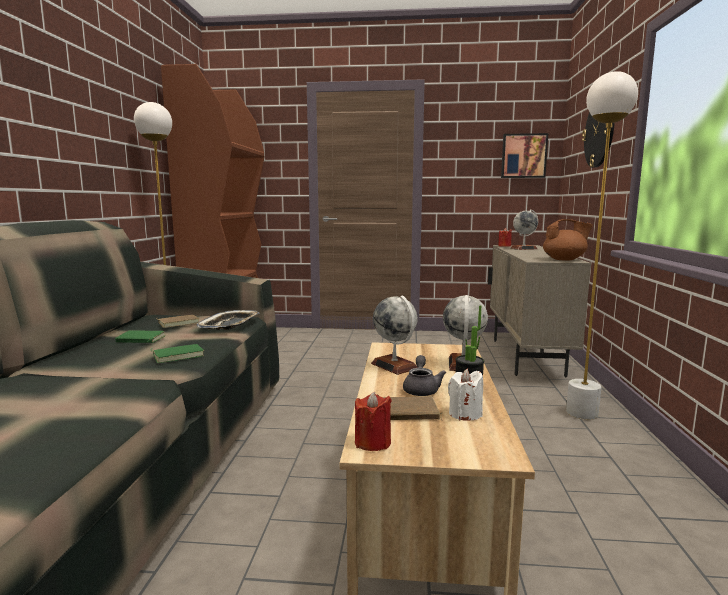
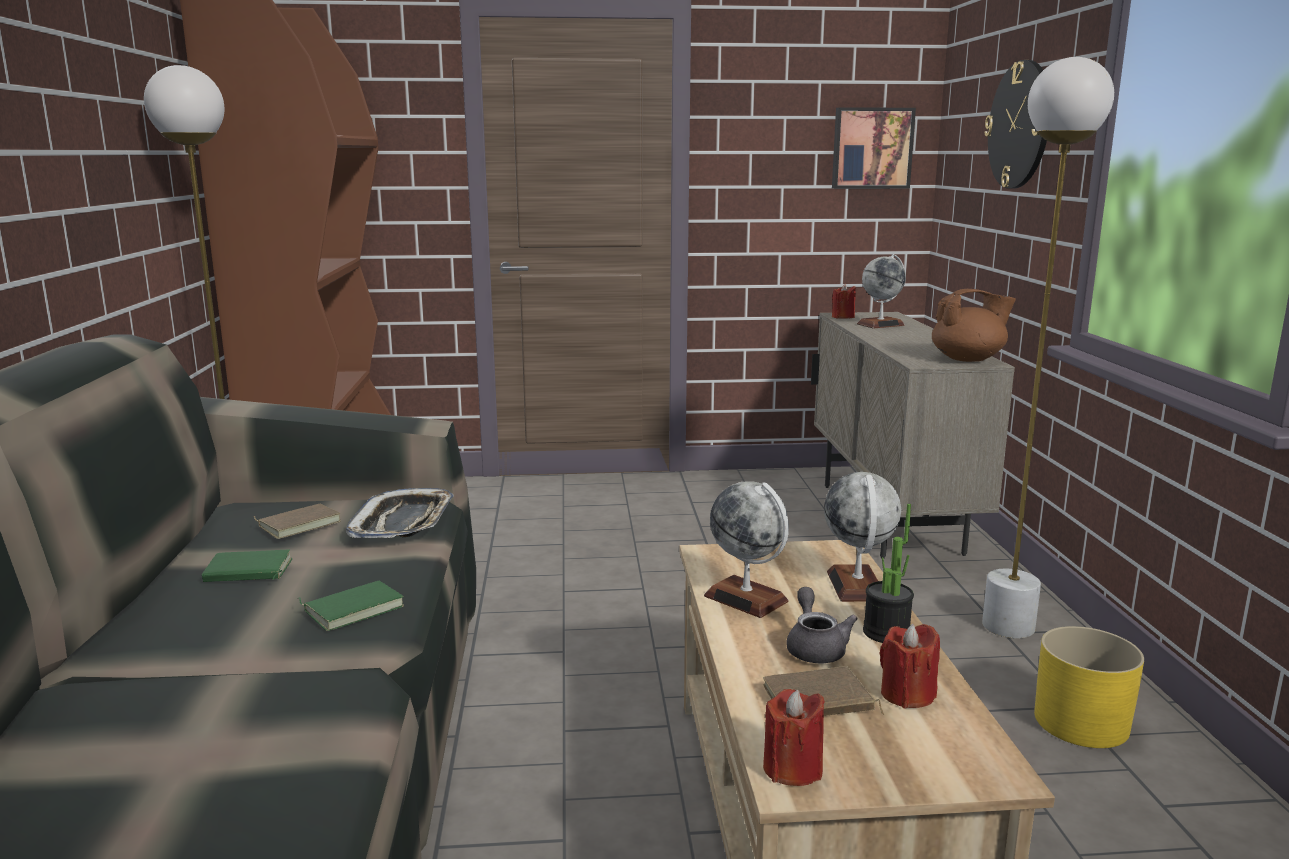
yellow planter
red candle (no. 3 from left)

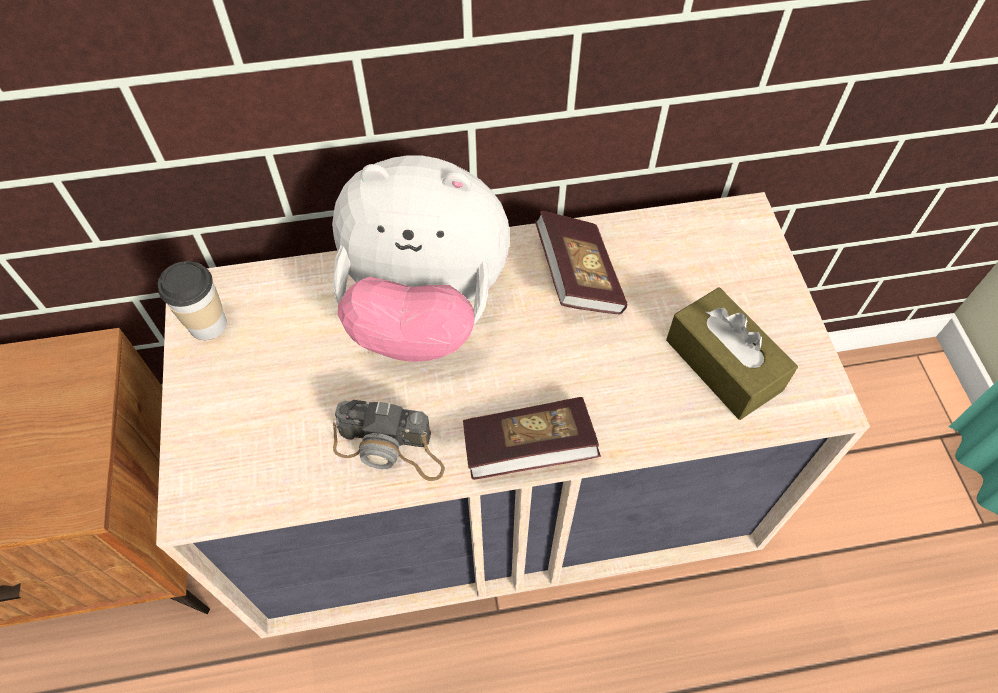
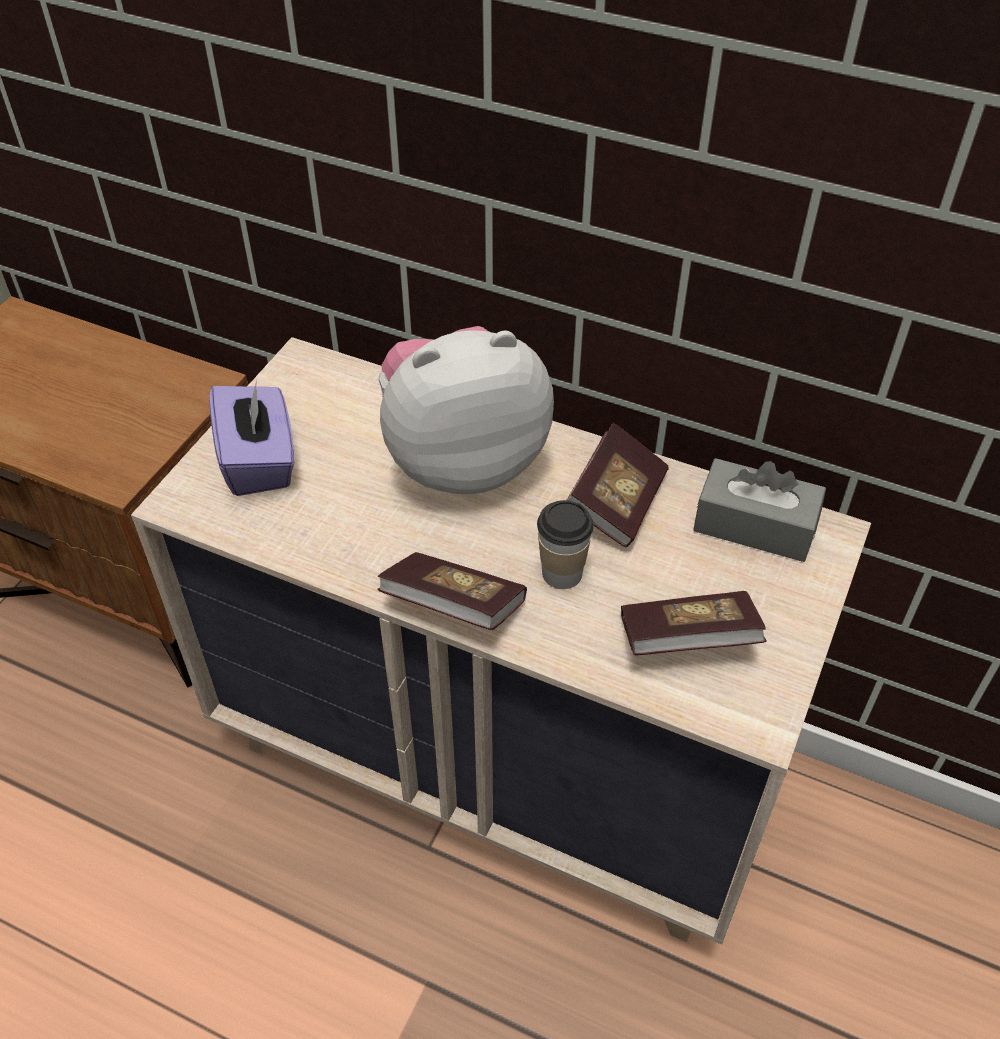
photo camera
purple tissue box
grey tissue box
cup
book (no. 3 from left)
plush toy

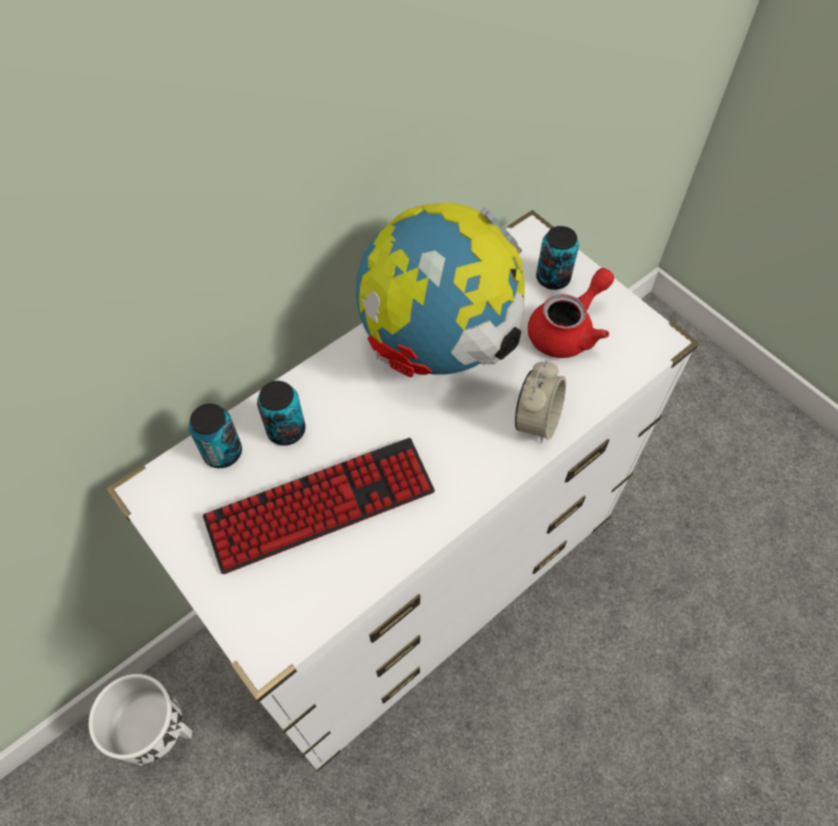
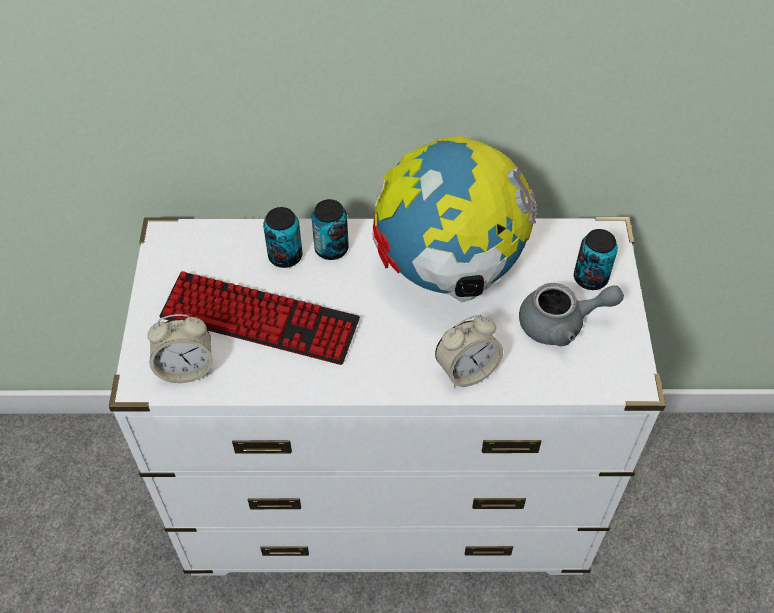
white planter
alarm clock (no. 1 from left)
can (no. 2 from left)
grey teapot

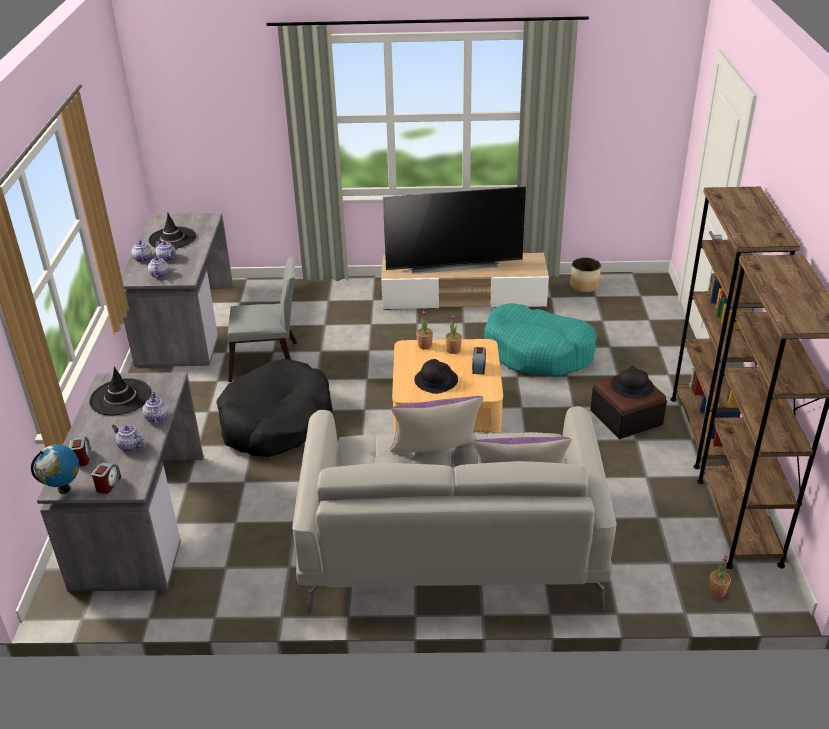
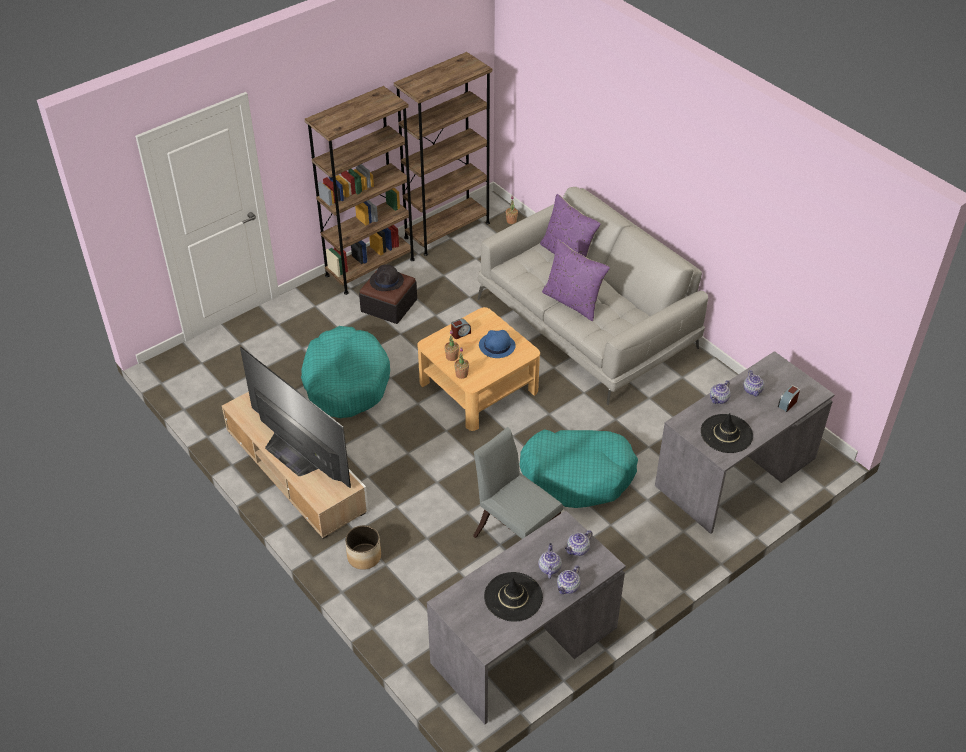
globe
alarm clock (no. 2 from left in the first image)
planter
turquoise dog bed (no. 2 from left)
blue hat

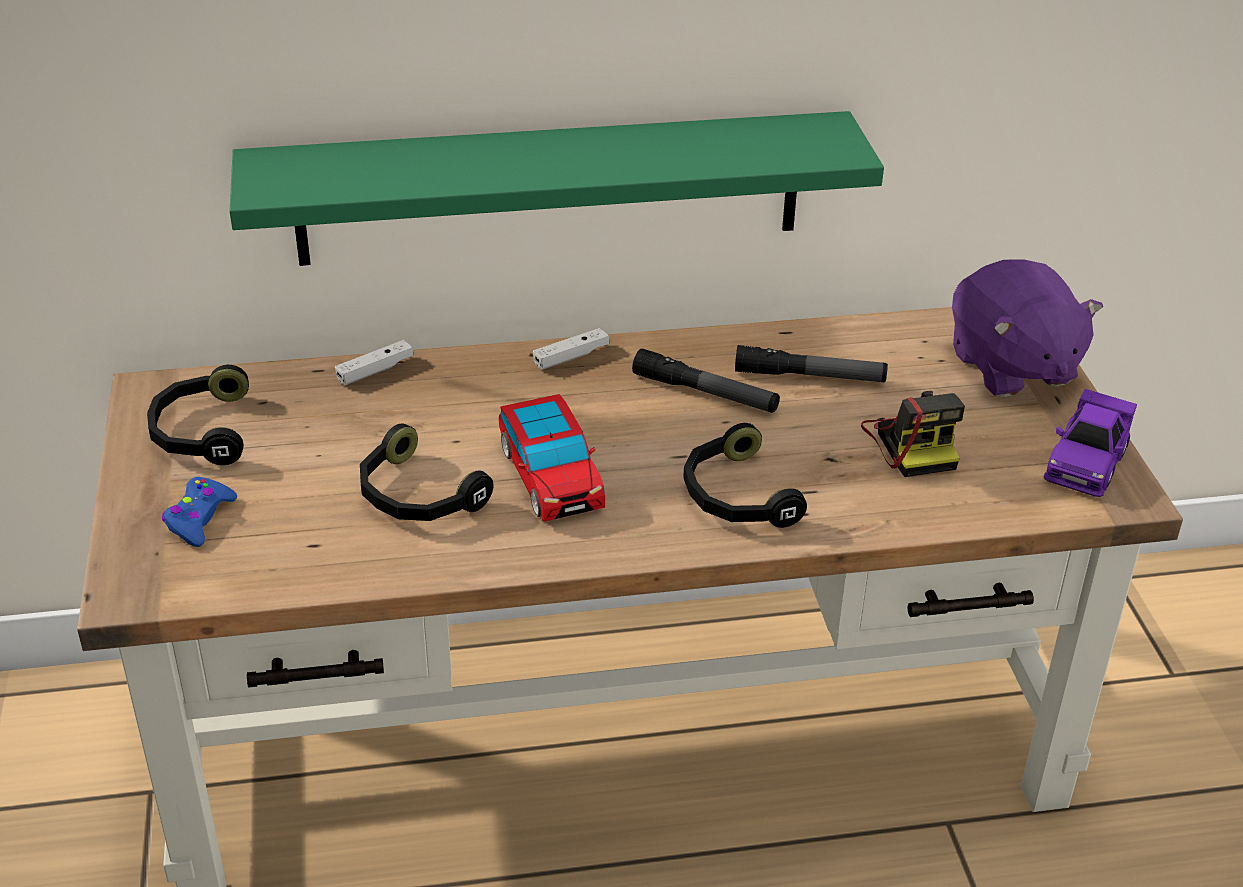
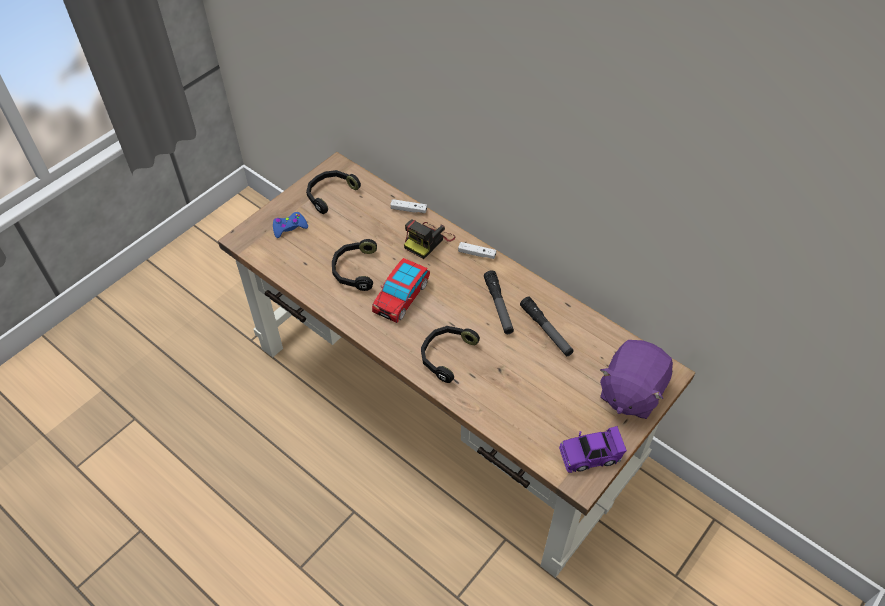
green shelf
photo camera

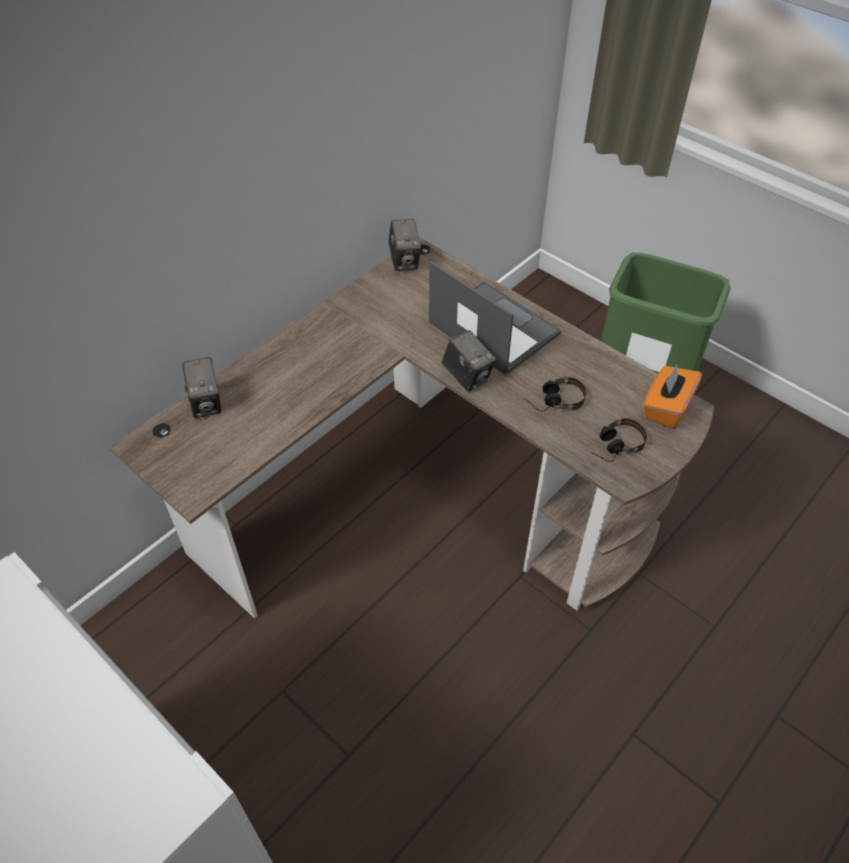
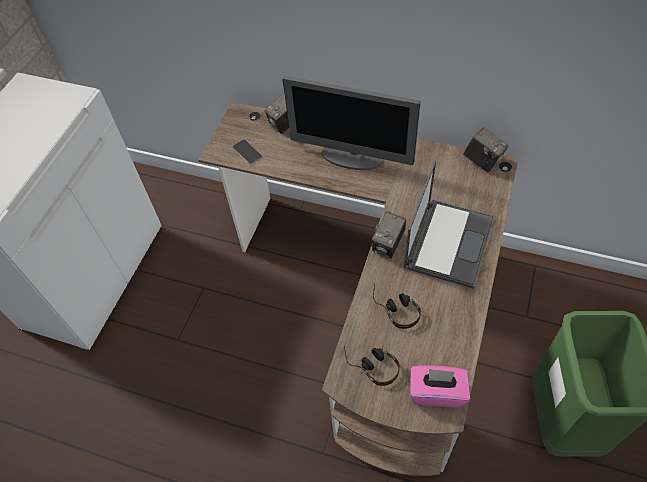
phone
monitor
pink tissue box
photo camera (no. 3 from left)

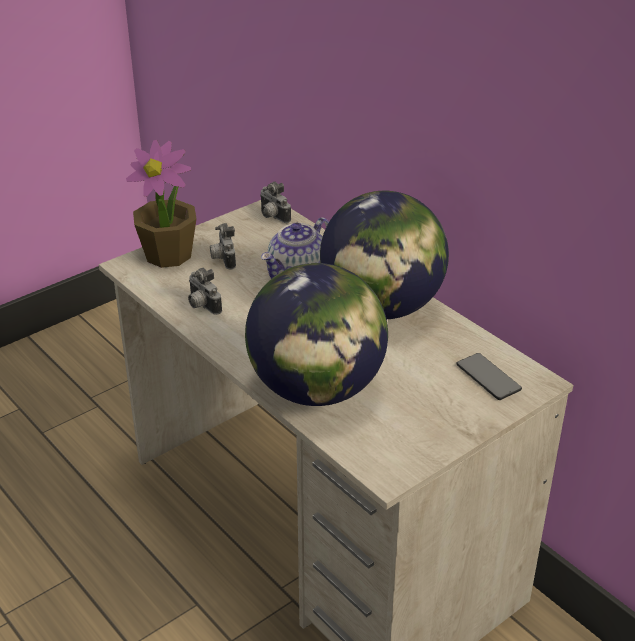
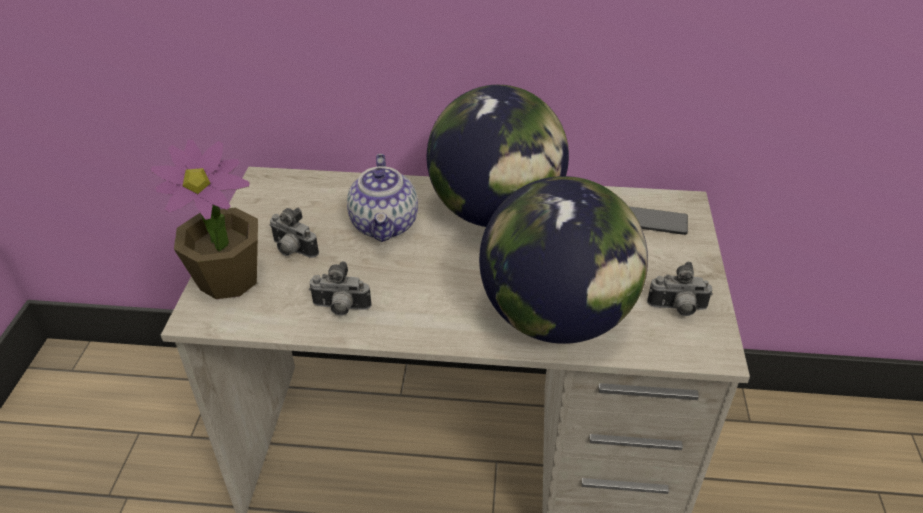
photo camera (no. 3 from left)

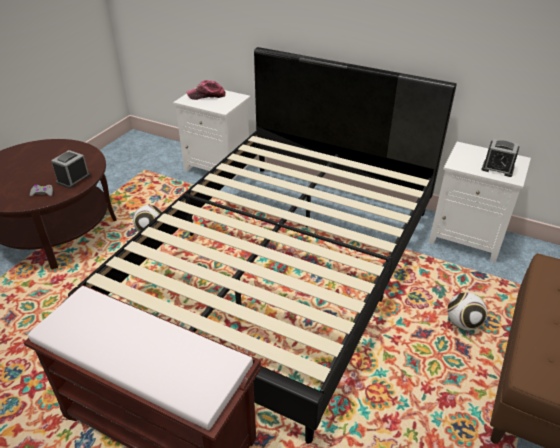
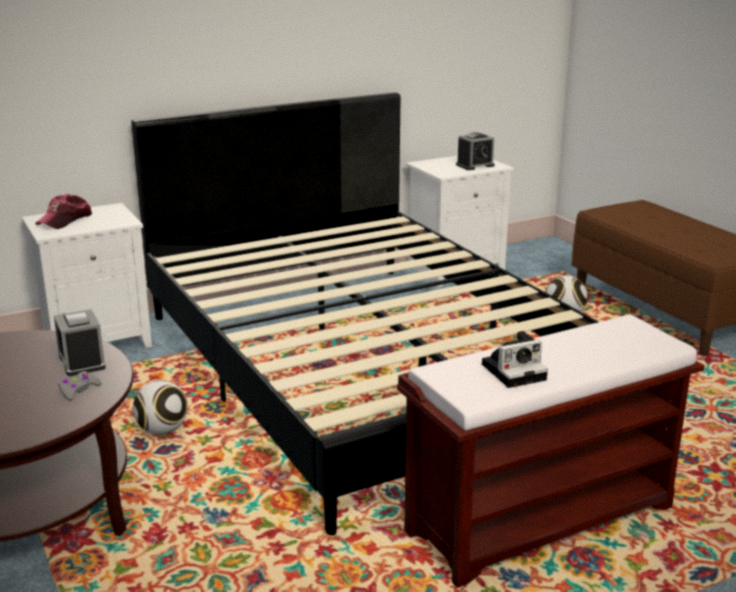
photo camera

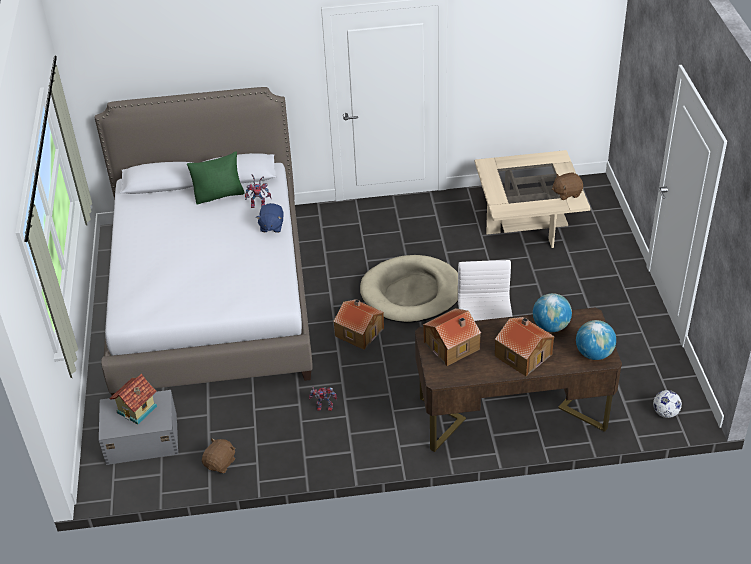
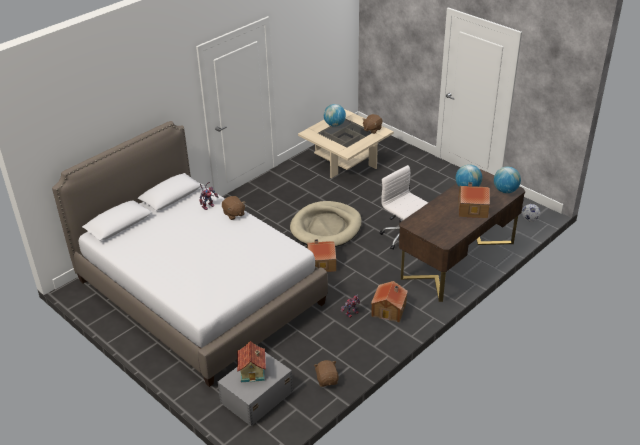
green pillow
globe (no. 1 from left)
toy house (no. 3 from left)
brown plush toy (no. 1 from left)

